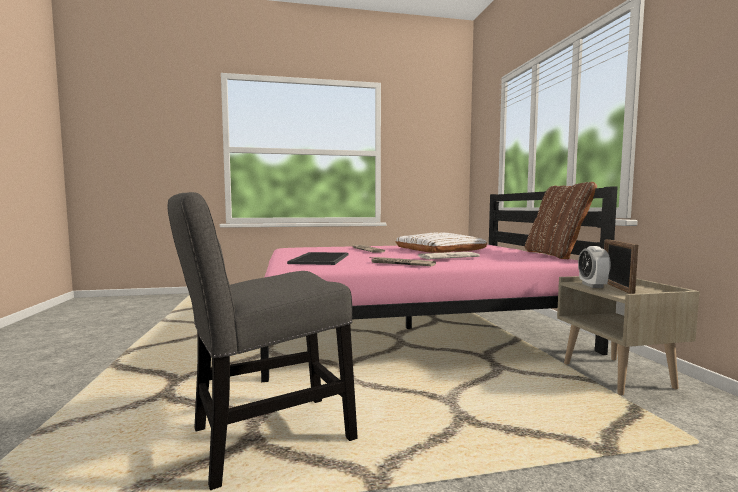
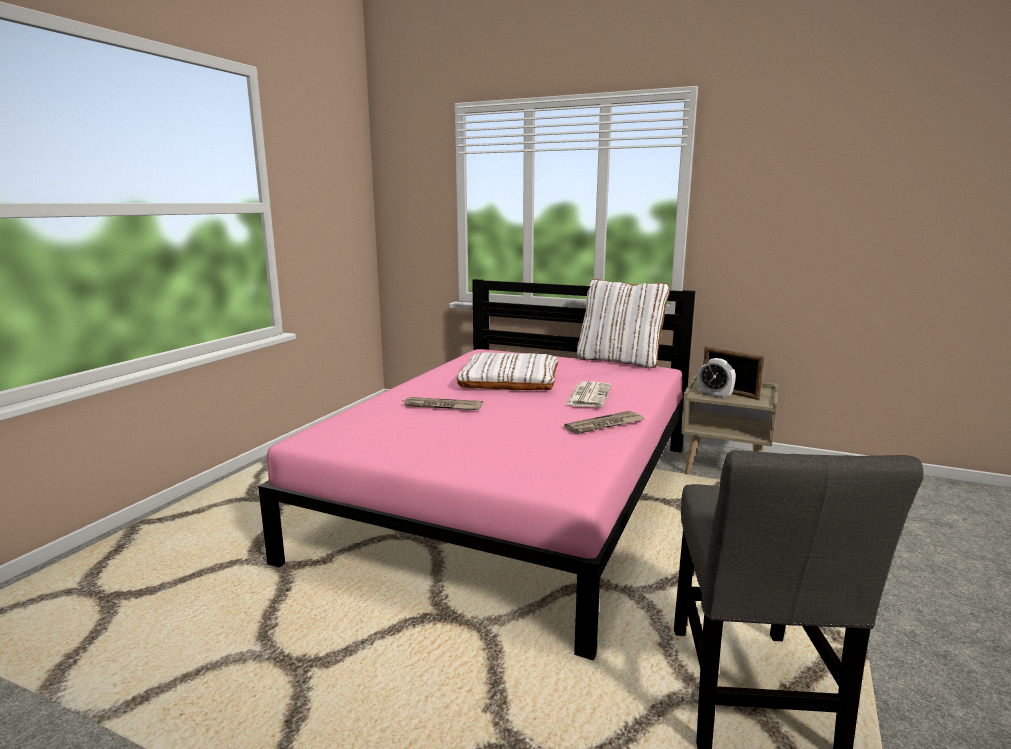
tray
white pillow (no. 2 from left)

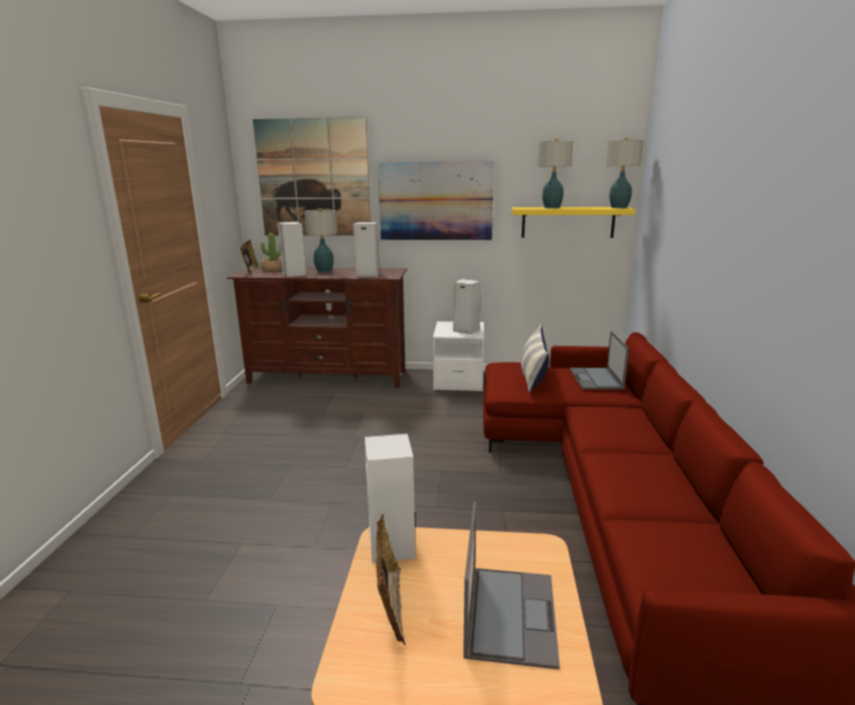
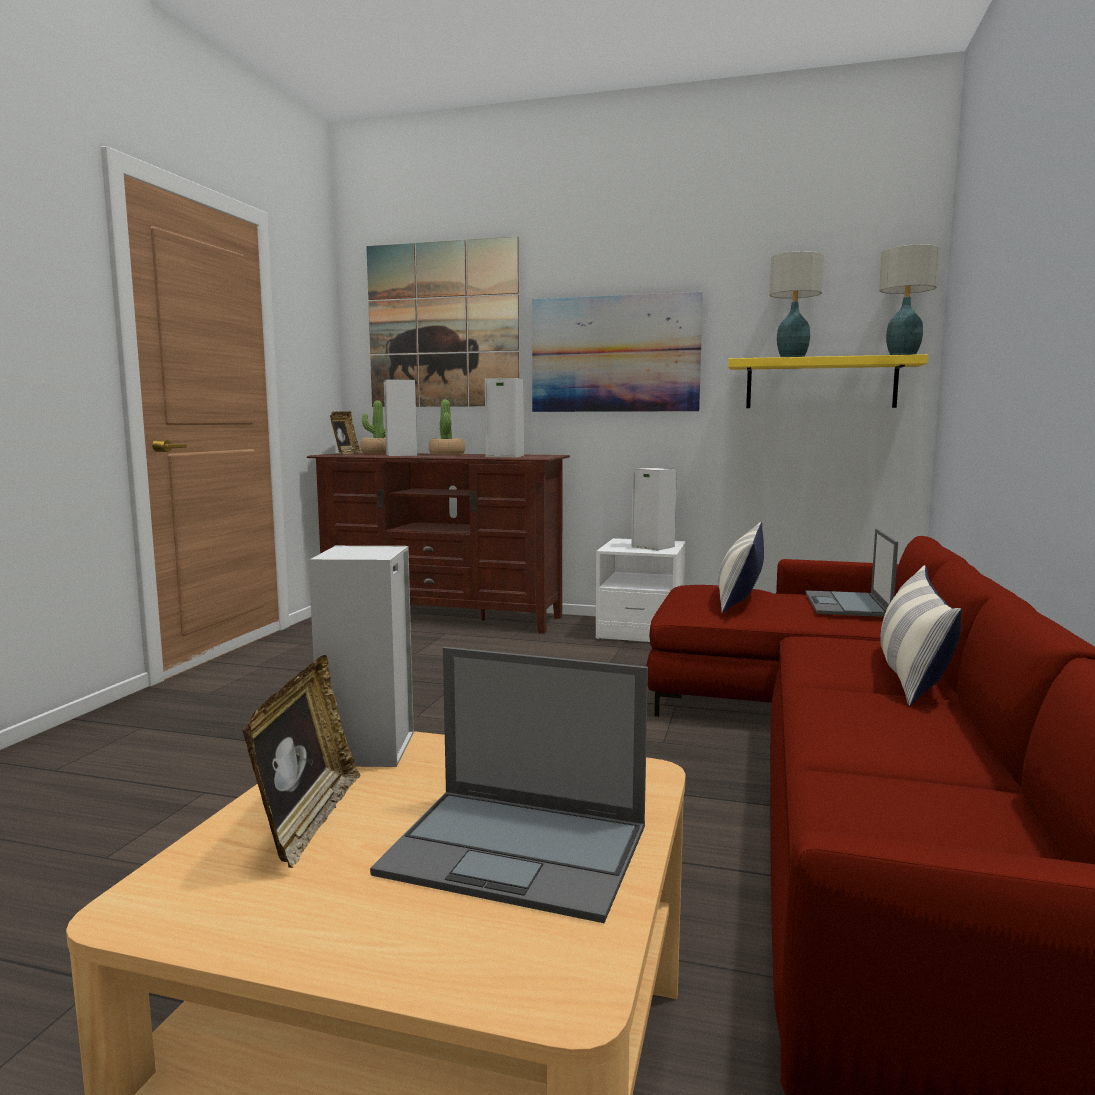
pillow (no. 2 from left)
potted plant (no. 2 from left)
laptop (no. 1 from left)

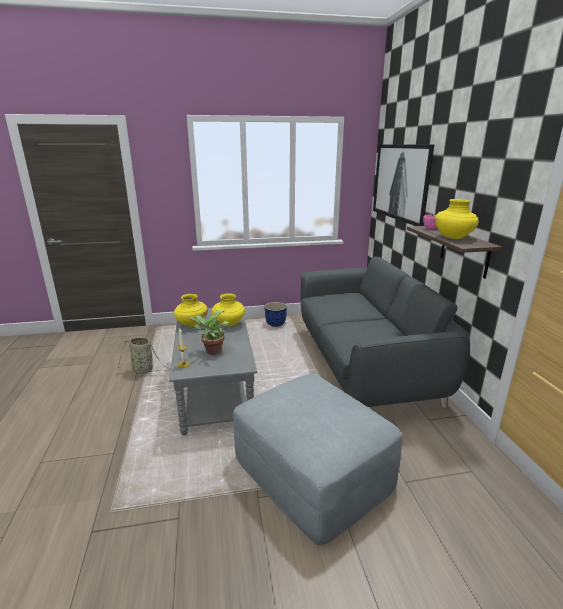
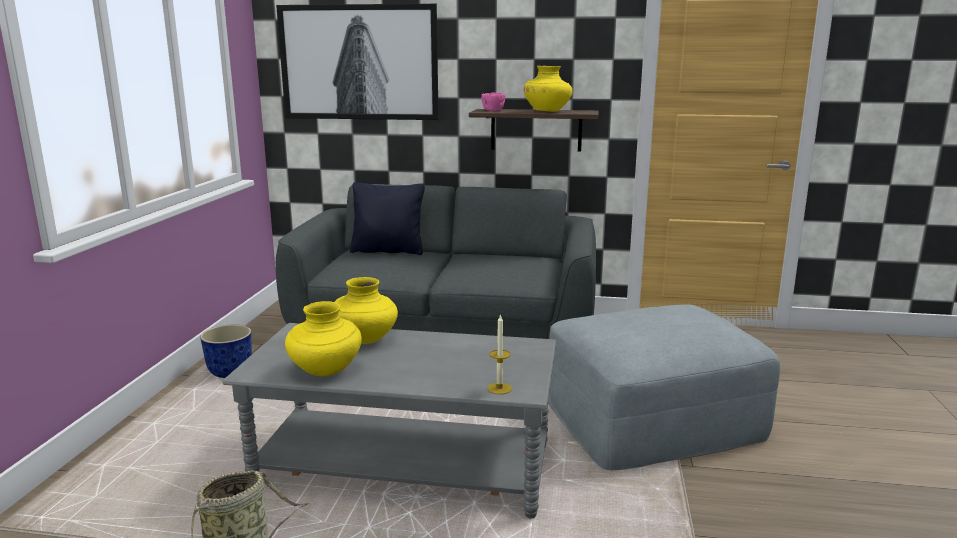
potted plant
black pillow

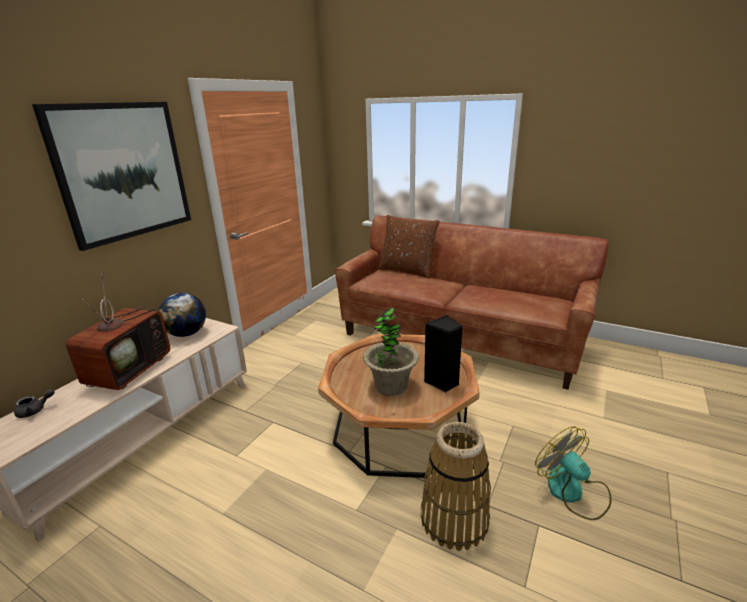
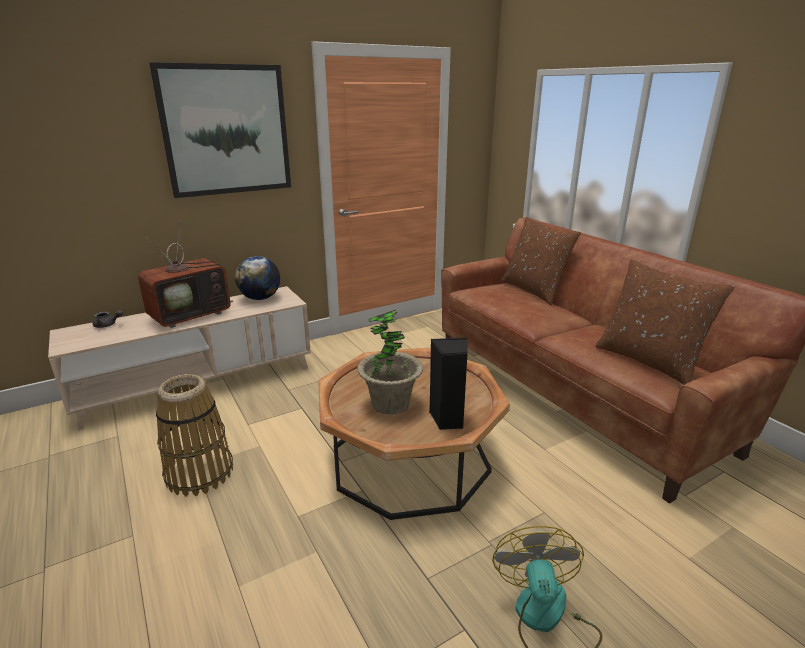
brown pillow (no. 2 from left)
basket

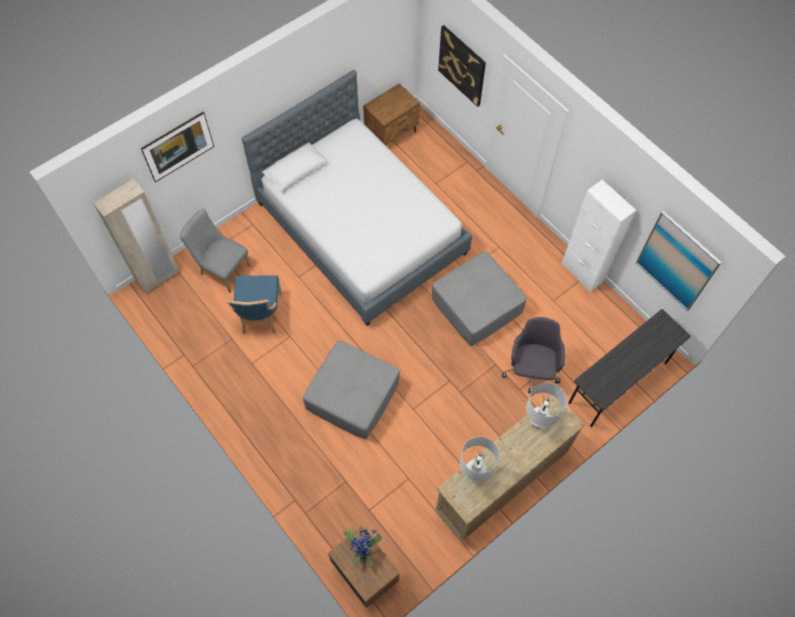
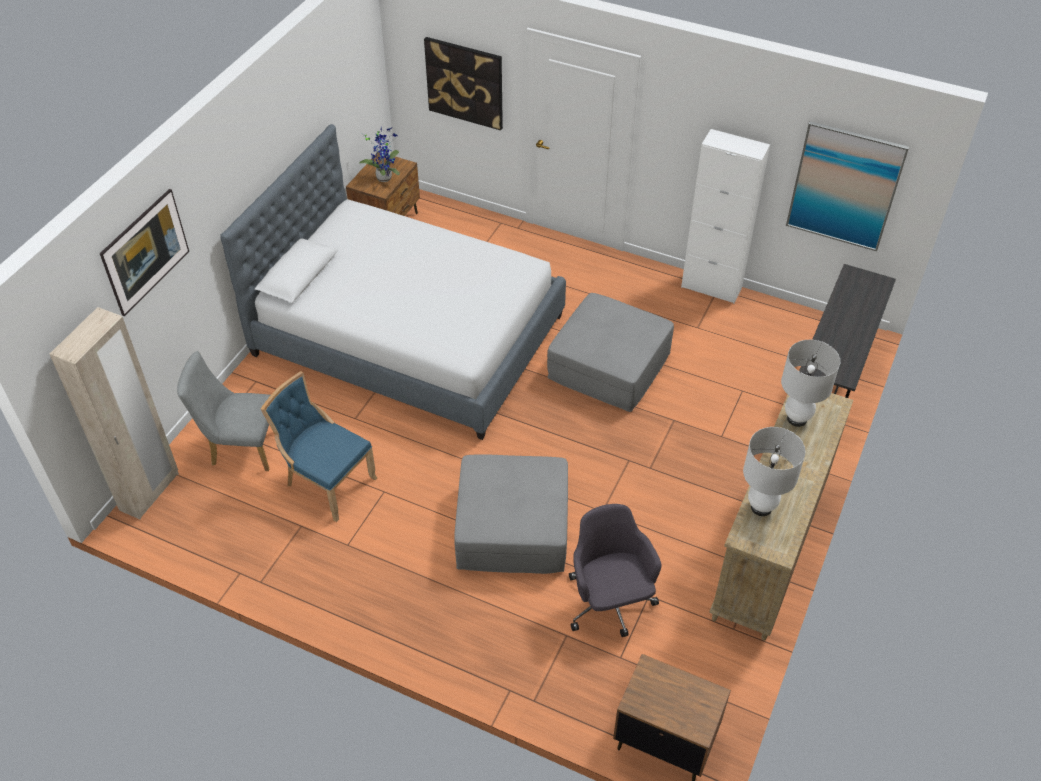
potted plant
grey office chair
blue chair

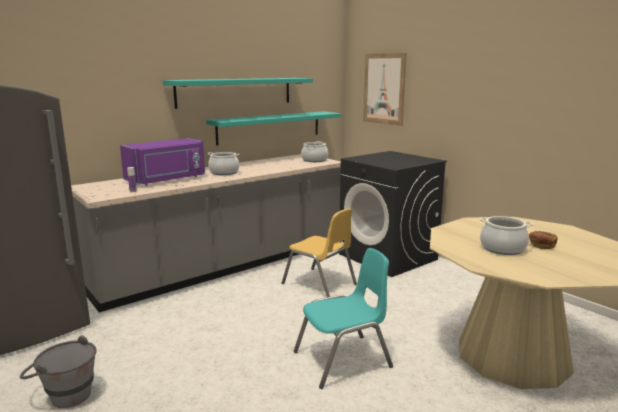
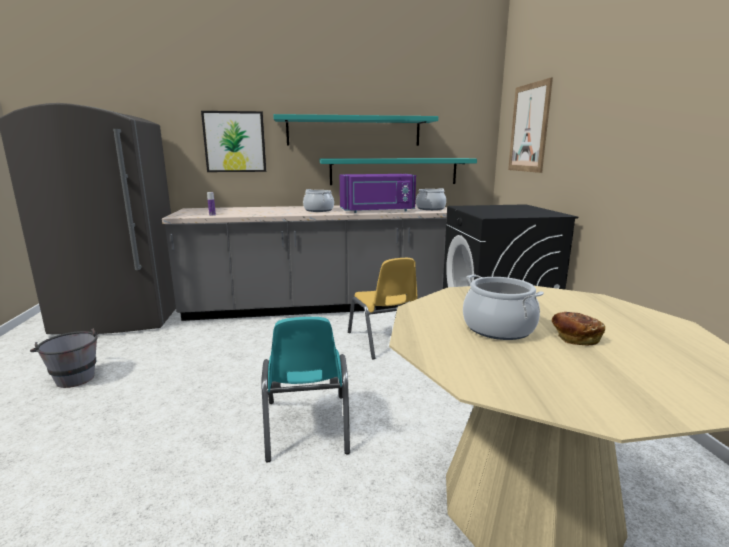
picture (no. 1 from left)
purple microwave
turquoise chair

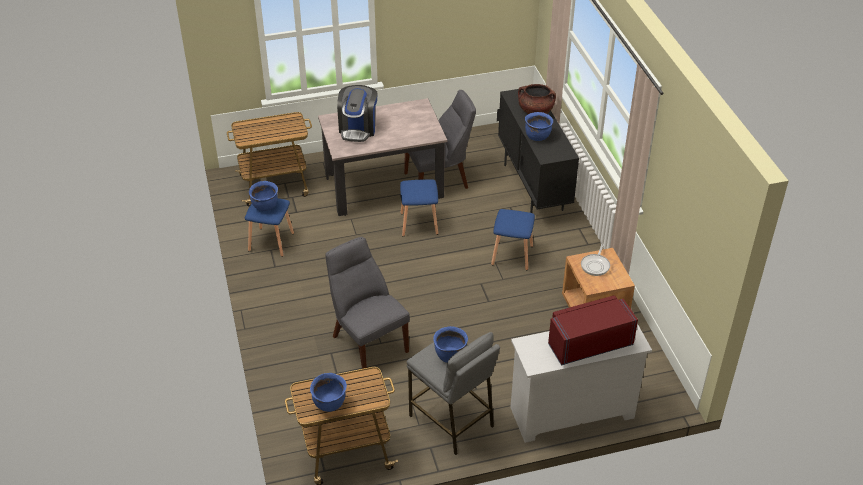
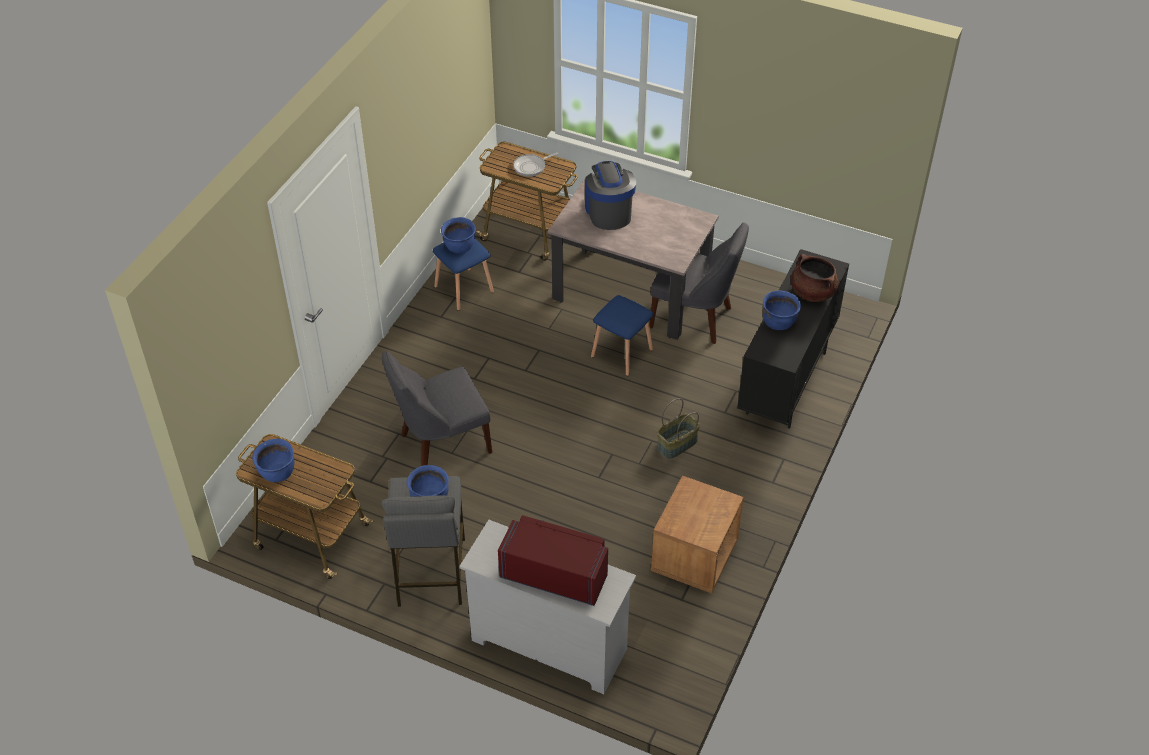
frying pan
basket
grey chair (no. 1 from left)
coffee machine

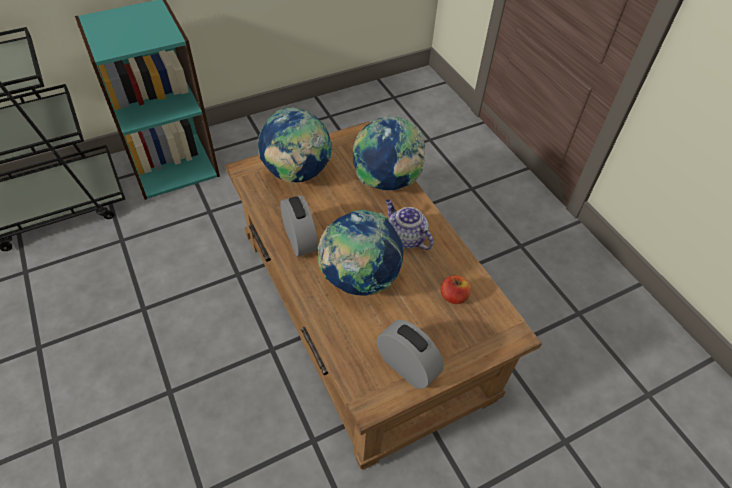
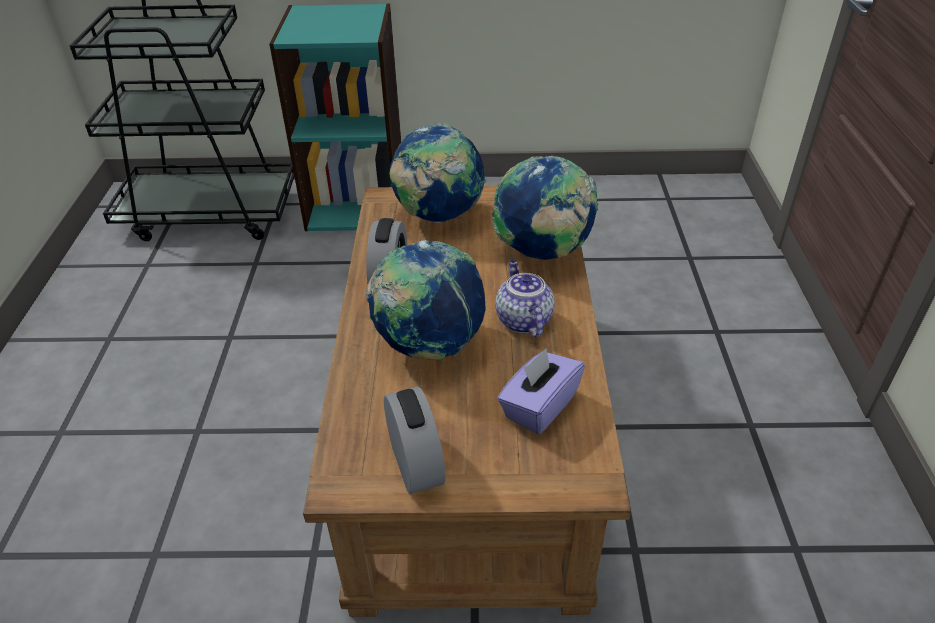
purple tissue box

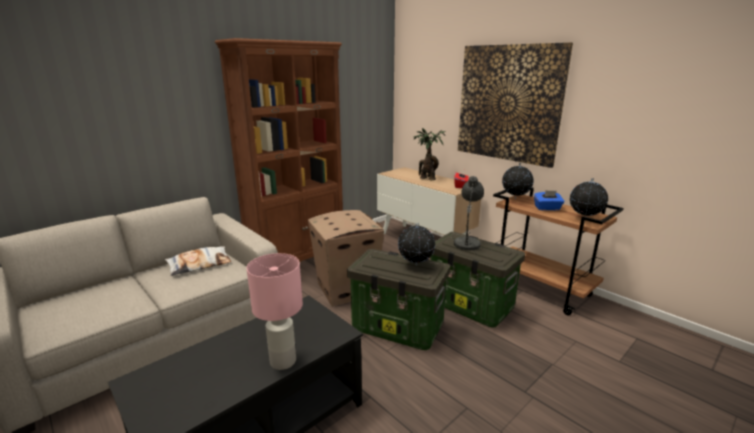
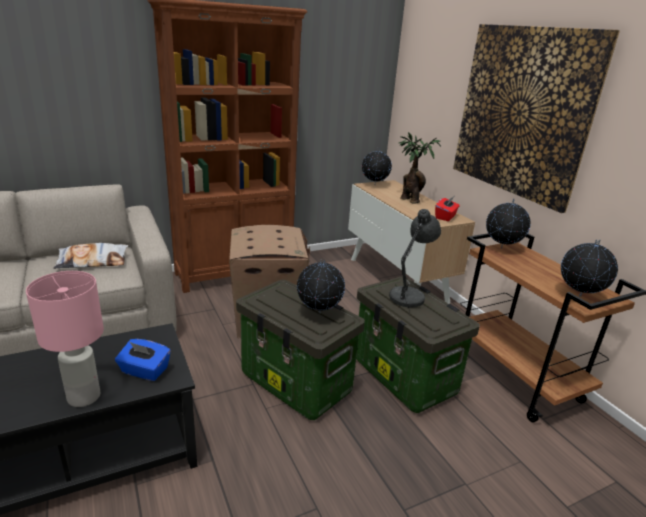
globe (no. 2 from left)
blue tissue box

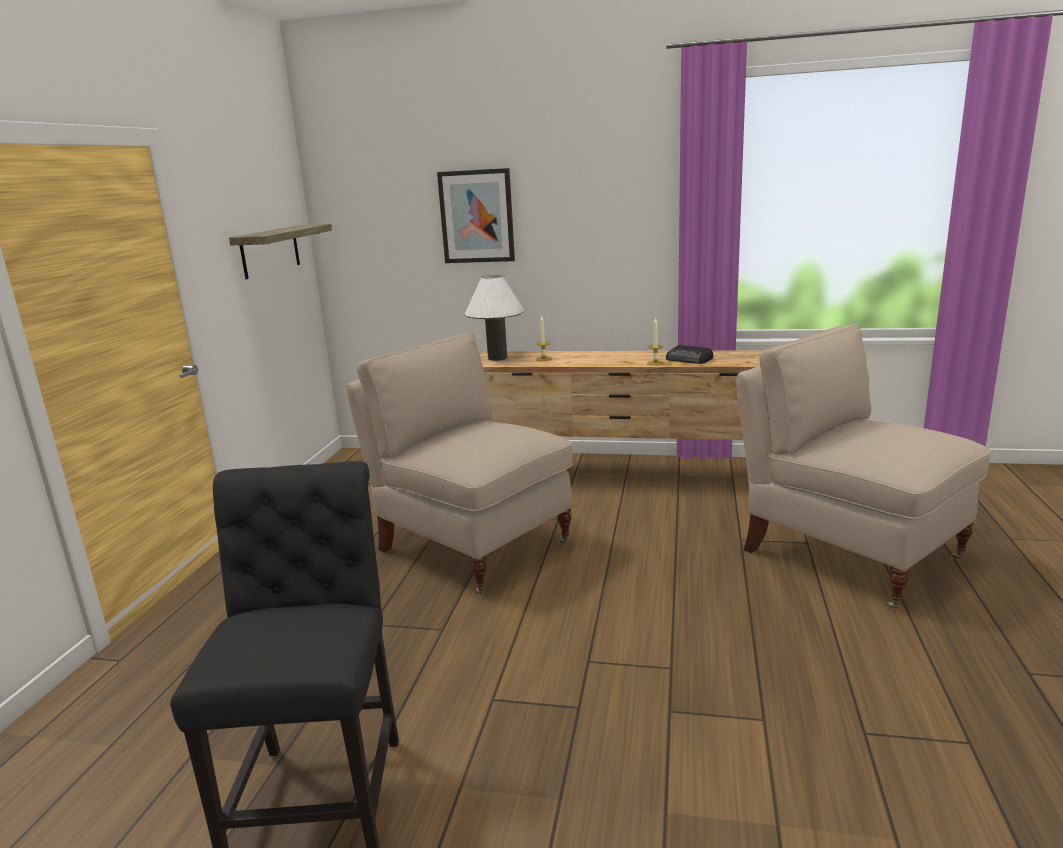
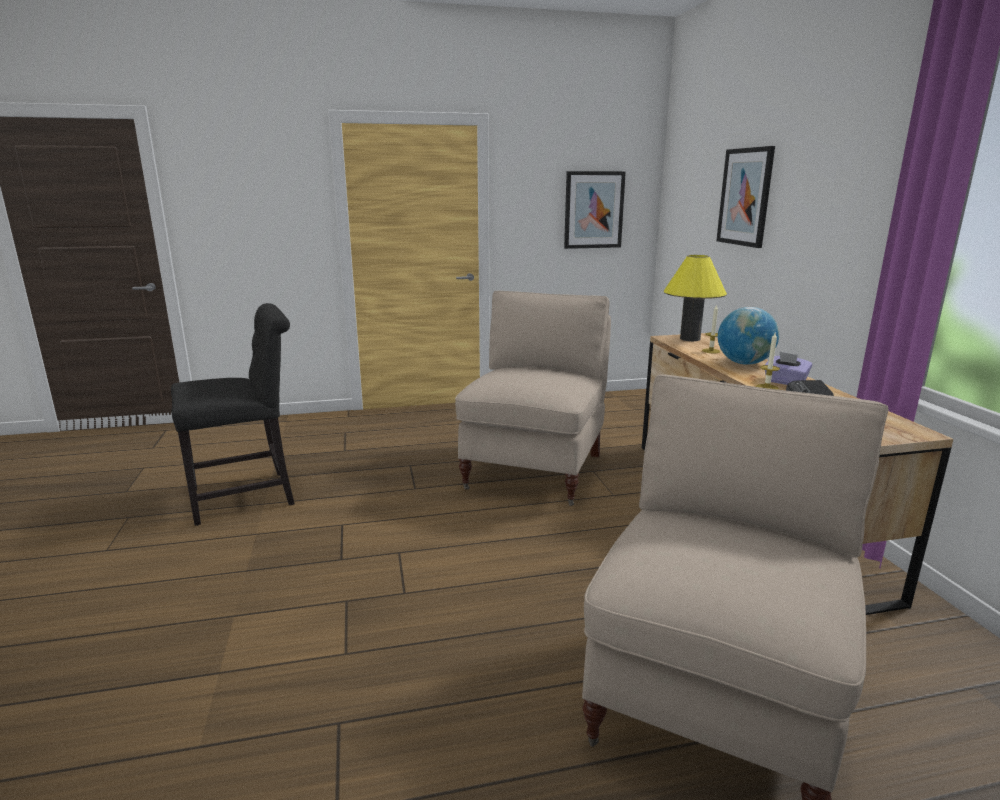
globe
purple tissue box
picture (no. 1 from left)
yellow table lamp

